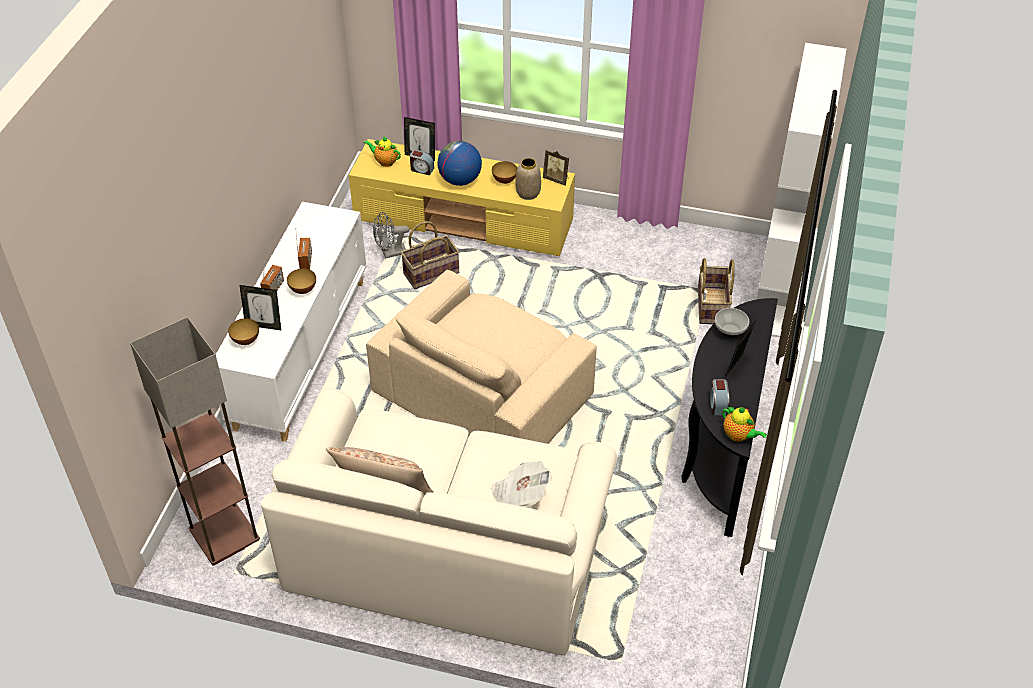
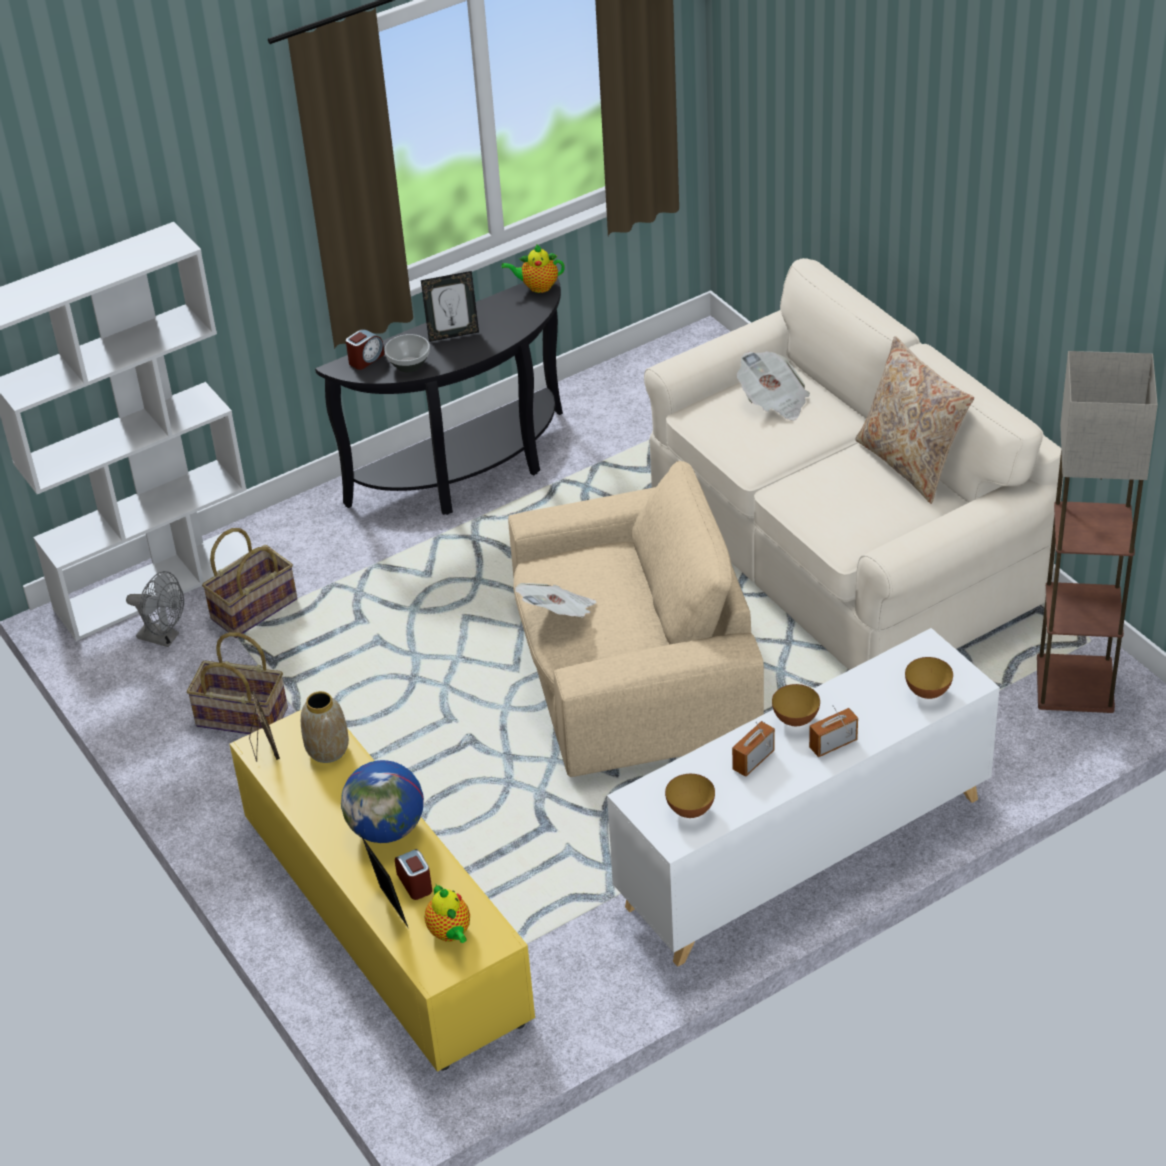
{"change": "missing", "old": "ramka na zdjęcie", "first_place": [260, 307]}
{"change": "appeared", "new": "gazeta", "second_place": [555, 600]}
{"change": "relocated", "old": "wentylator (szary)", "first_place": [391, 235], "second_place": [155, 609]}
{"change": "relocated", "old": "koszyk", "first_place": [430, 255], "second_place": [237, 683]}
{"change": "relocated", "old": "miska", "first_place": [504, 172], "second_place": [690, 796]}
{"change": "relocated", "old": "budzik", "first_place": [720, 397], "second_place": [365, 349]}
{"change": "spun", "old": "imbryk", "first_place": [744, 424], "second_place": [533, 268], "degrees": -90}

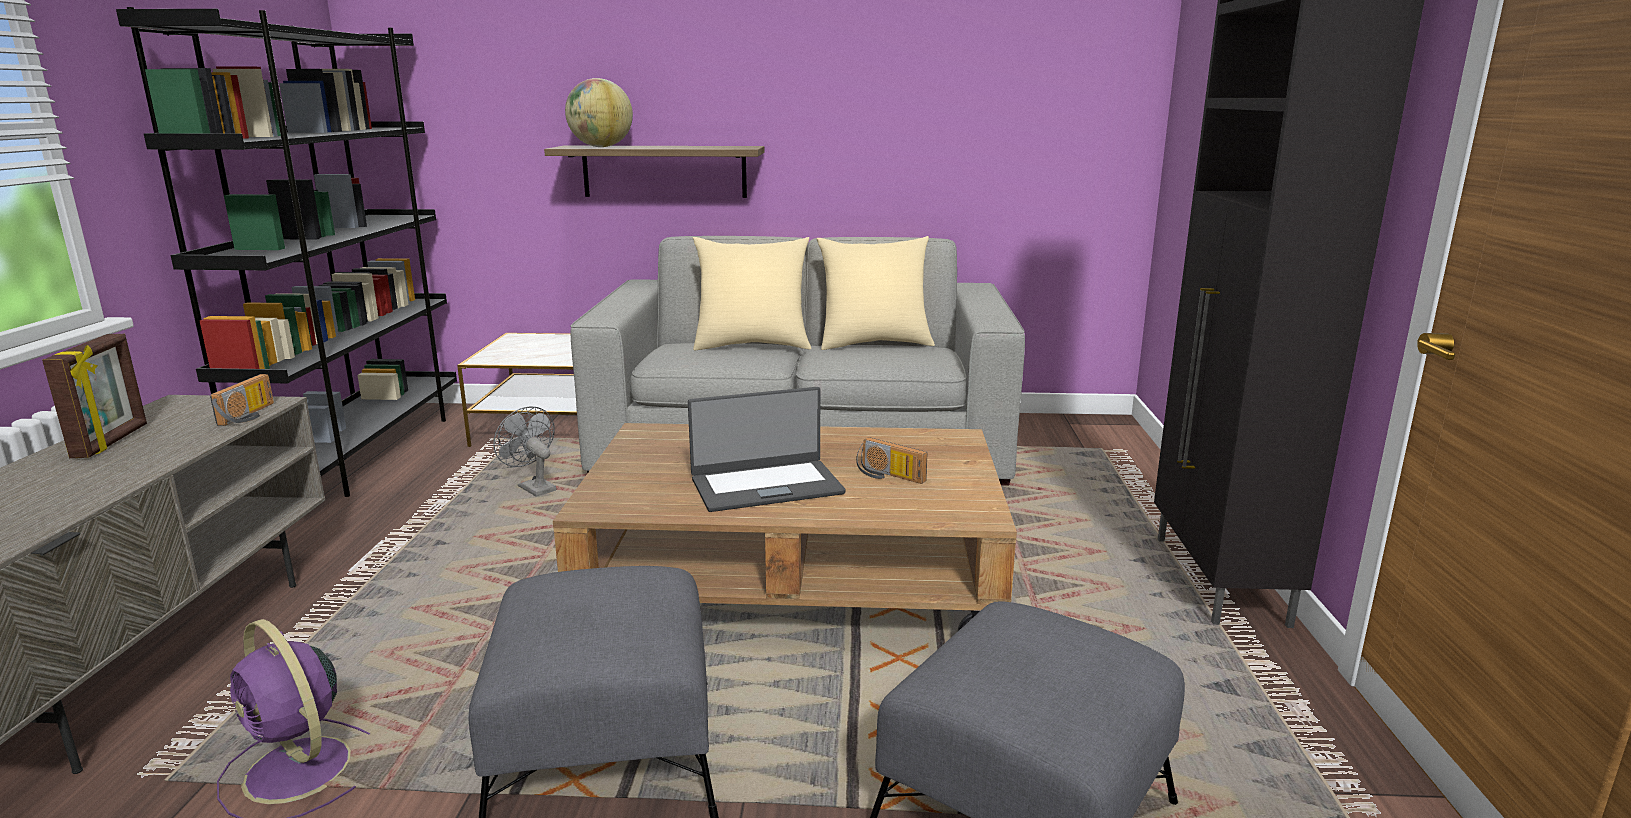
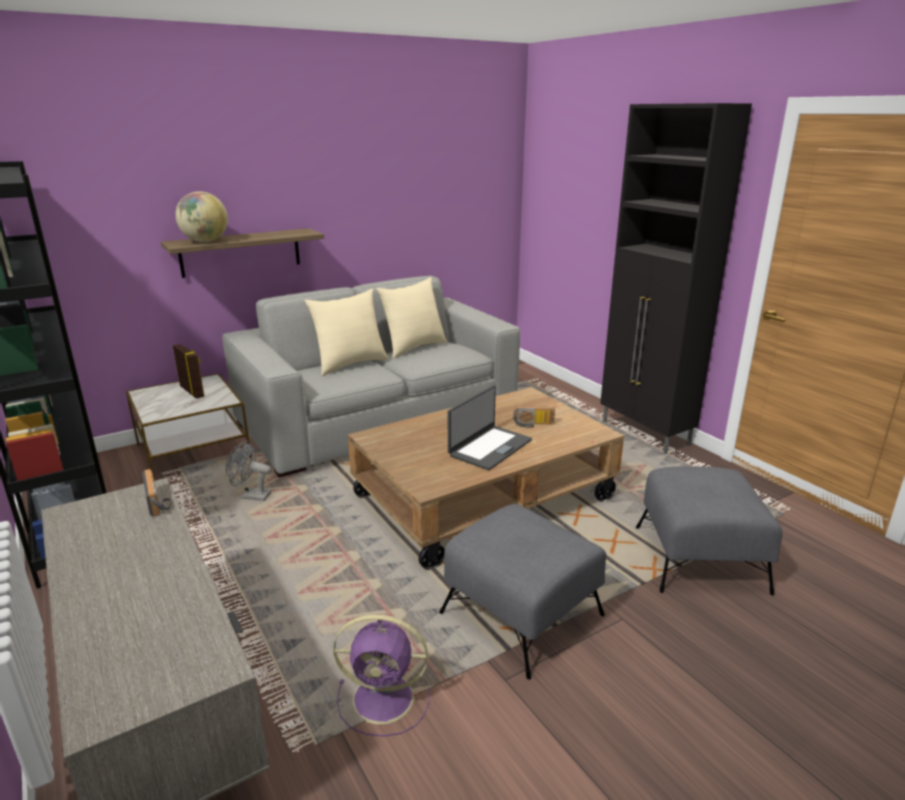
{"change": "relocated", "old": "ramka na zdjęcie", "first_place": [94, 396], "second_place": [188, 371]}

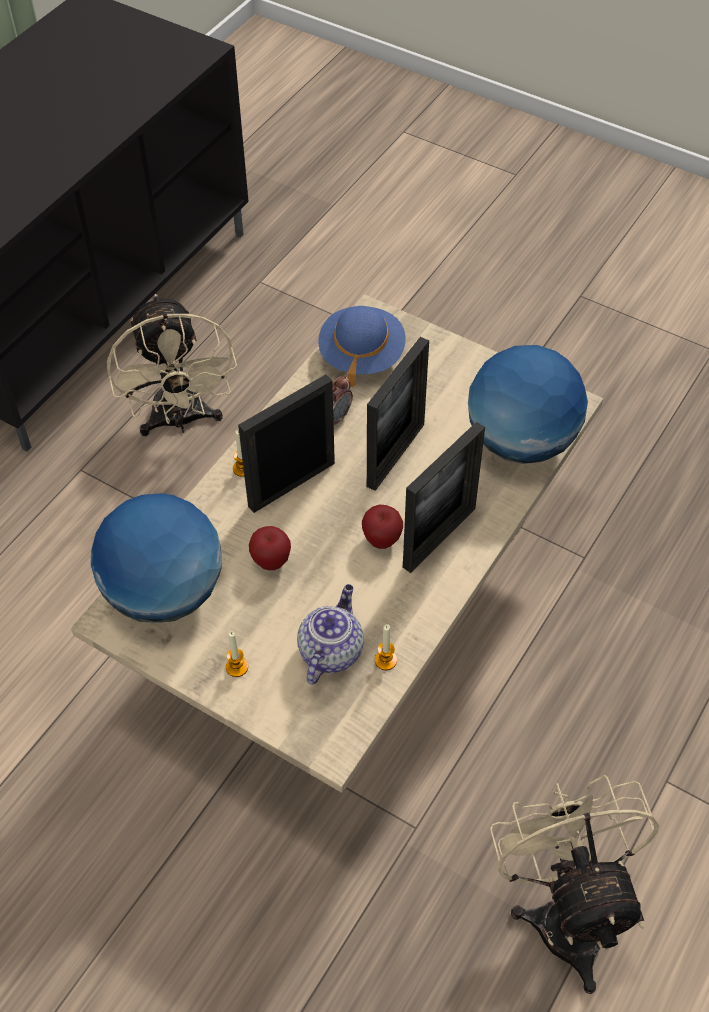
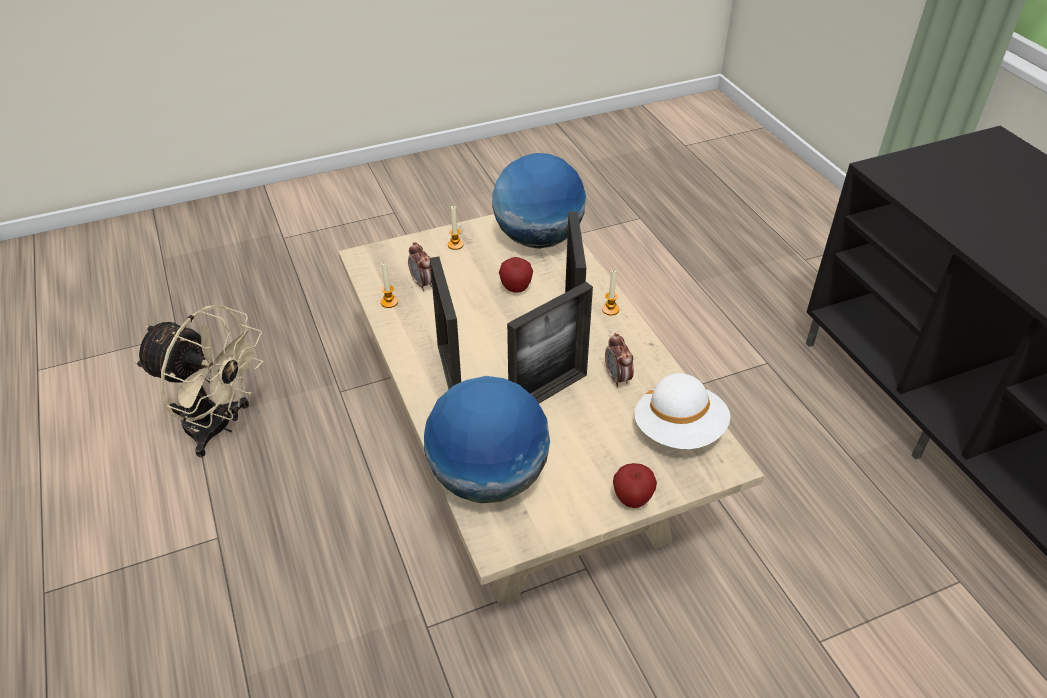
{"change": "missing", "old": "wentylator (beżowy)", "first_place": [172, 365]}
{"change": "relocated", "old": "jabłko", "first_place": [382, 527], "second_place": [635, 485]}
{"change": "exchanged", "old": "imbryk", "new": "budzik", "first_place": [330, 634], "second_place": [420, 266]}
{"change": "colour", "old": "kapelusz (niebieski)", "new": "kapelusz (biały)", "first_place": [362, 346], "second_place": [682, 411]}
{"change": "spun", "old": "ramka na zdjęcie", "first_place": [398, 414], "second_place": [550, 342], "degrees": -105}

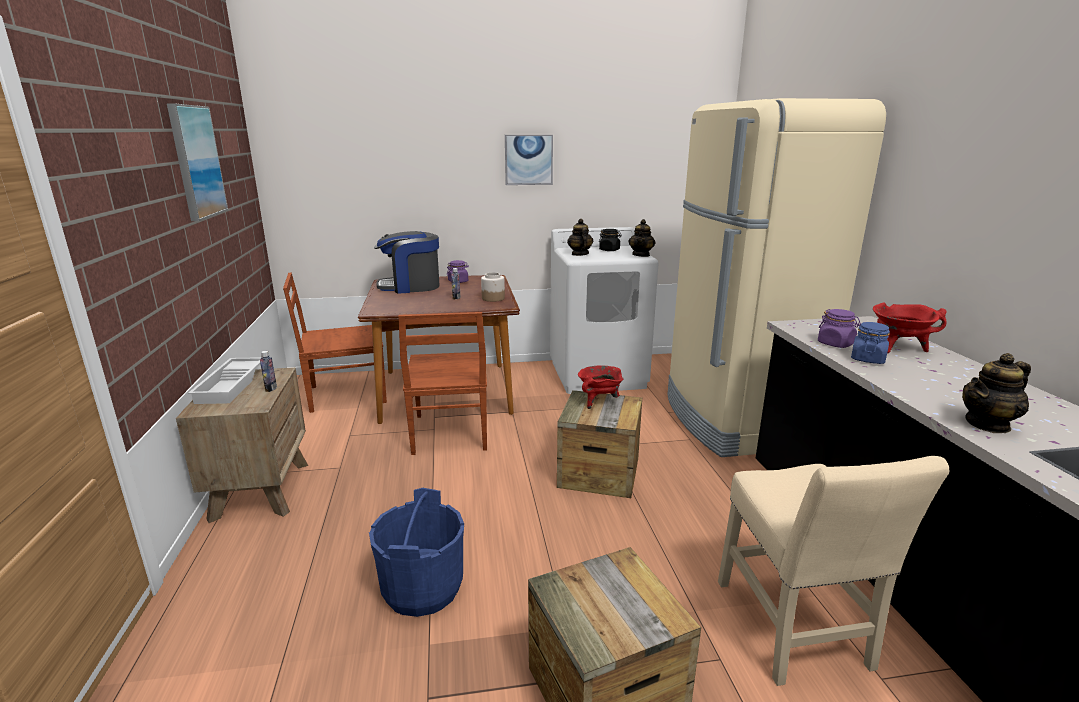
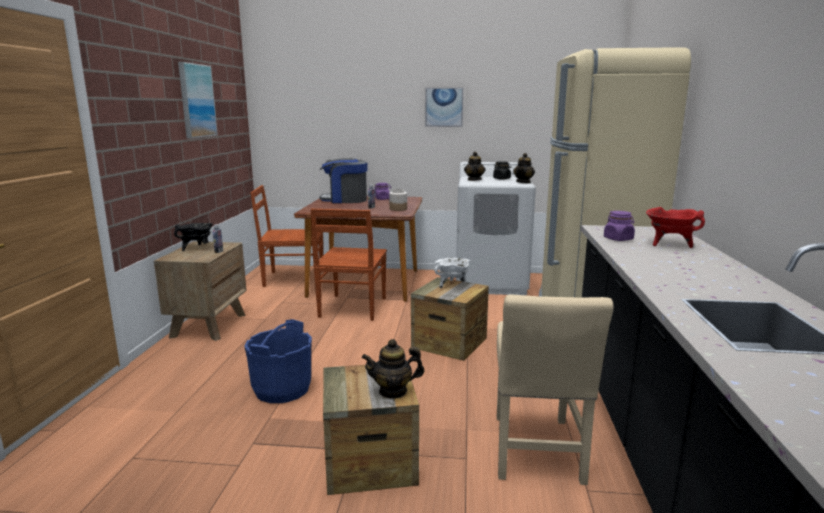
{"change": "missing", "old": "słoik (niebieski)", "first_place": [870, 343]}
{"change": "relocated", "old": "imbryk", "first_place": [996, 393], "second_place": [393, 369]}
{"change": "exchanged", "old": "taca (biały)", "new": "garnek (czarny)", "first_place": [225, 380], "second_place": [193, 237]}
{"change": "colour", "old": "garnek (czerwony)", "new": "garnek (biały)", "first_place": [601, 387], "second_place": [452, 273]}

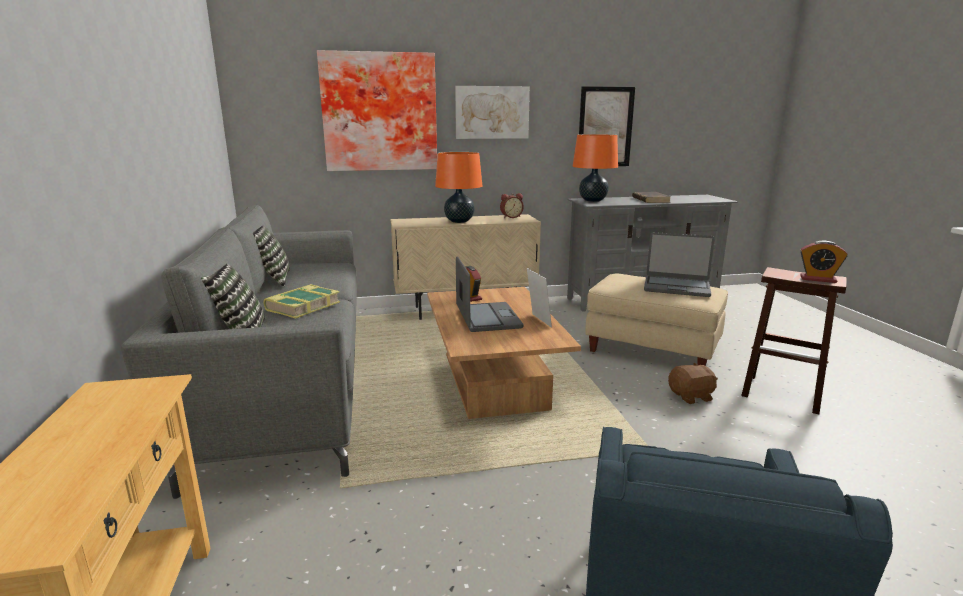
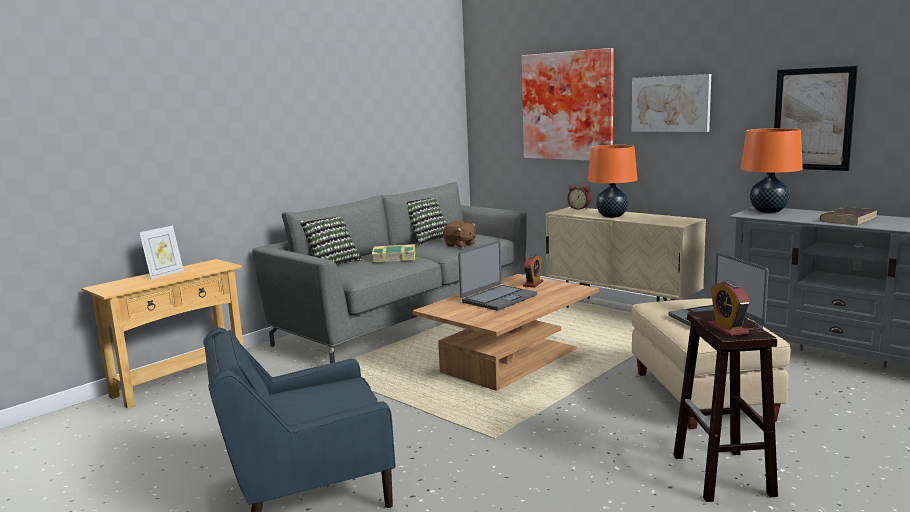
{"change": "relocated", "old": "budzik", "first_place": [512, 205], "second_place": [580, 197]}
{"change": "relocated", "old": "ramka na zdjęcie", "first_place": [539, 298], "second_place": [161, 252]}
{"change": "relocated", "old": "pluszak (brązowy)", "first_place": [693, 383], "second_place": [459, 234]}

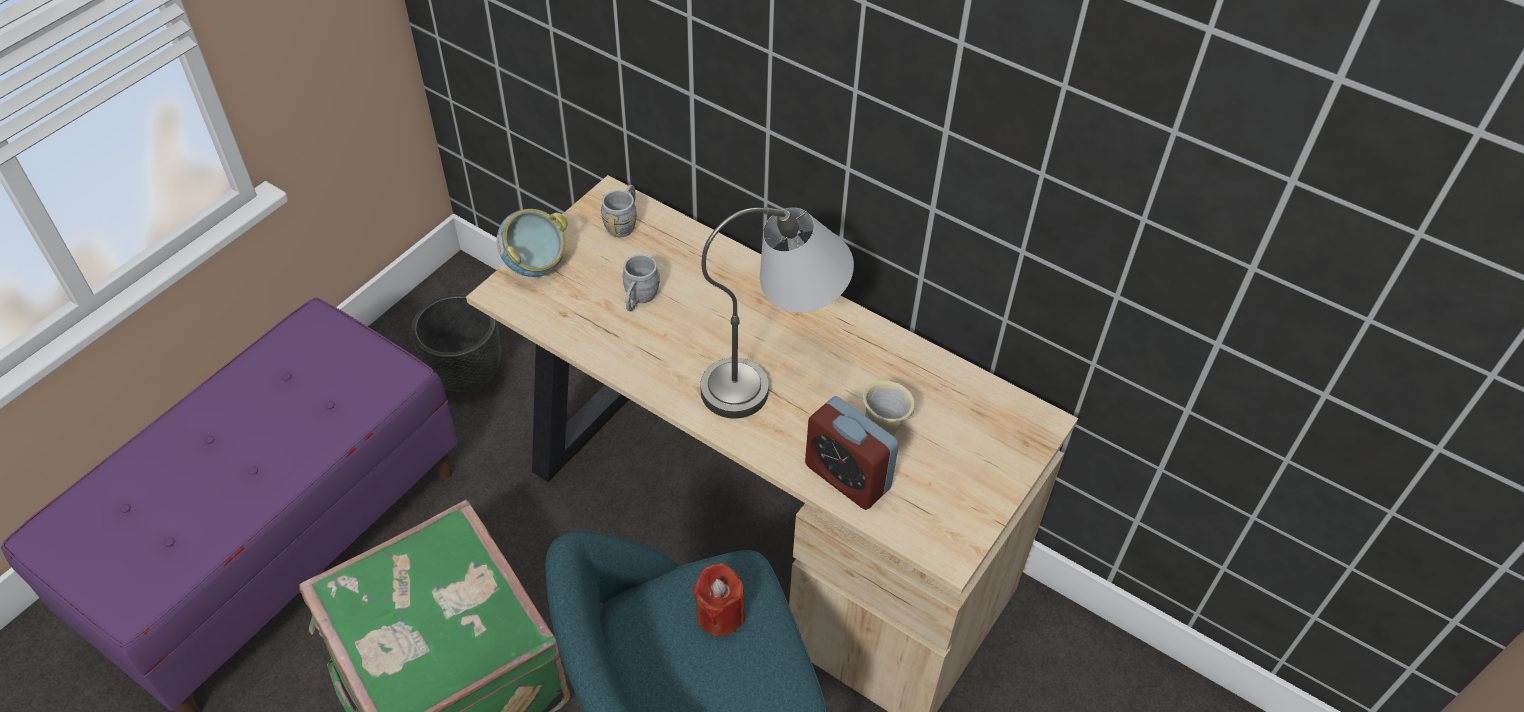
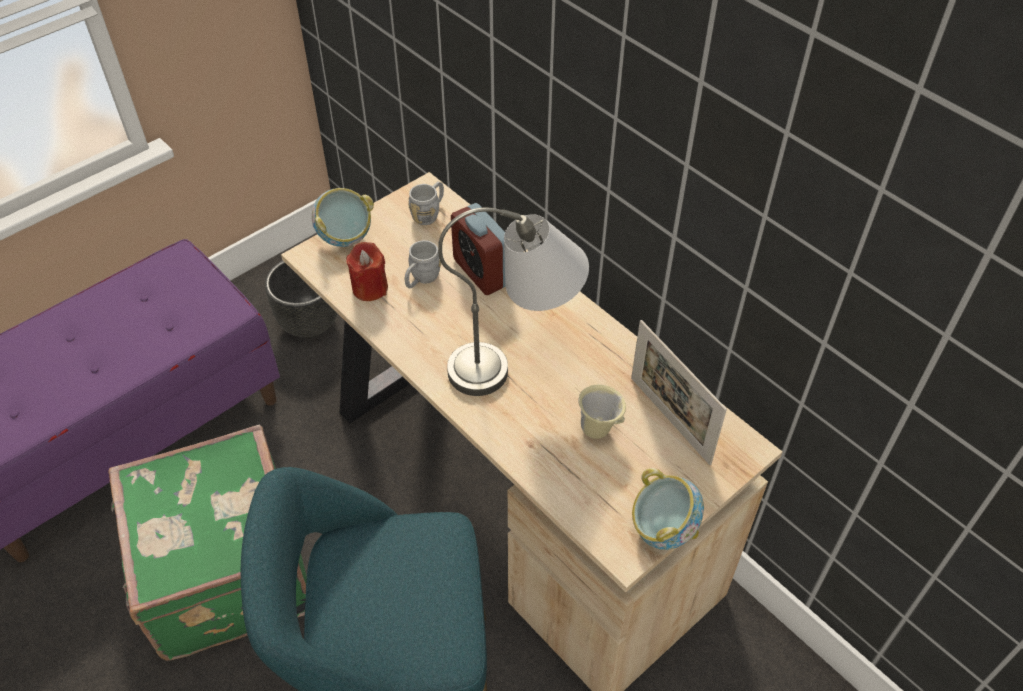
{"change": "appeared", "new": "ramka na zdjęcie", "second_place": [679, 392]}
{"change": "appeared", "new": "miska", "second_place": [668, 509]}
{"change": "relocated", "old": "świeca (czerwony)", "first_place": [719, 599], "second_place": [367, 271]}
{"change": "relocated", "old": "budzik", "first_place": [852, 453], "second_place": [478, 249]}

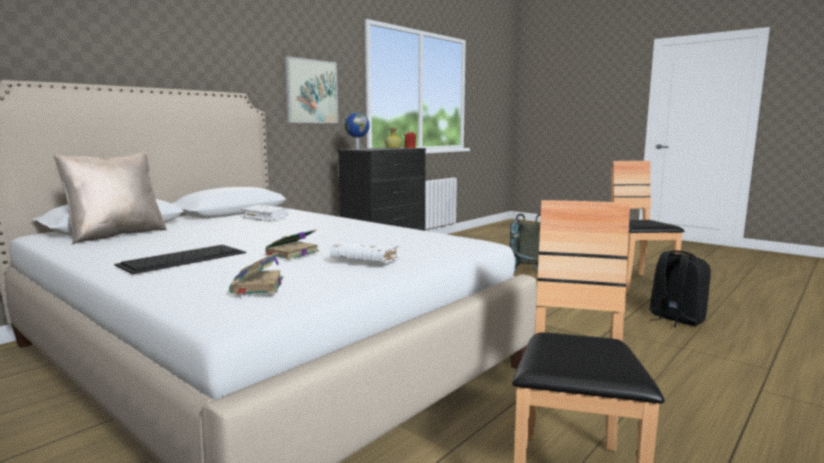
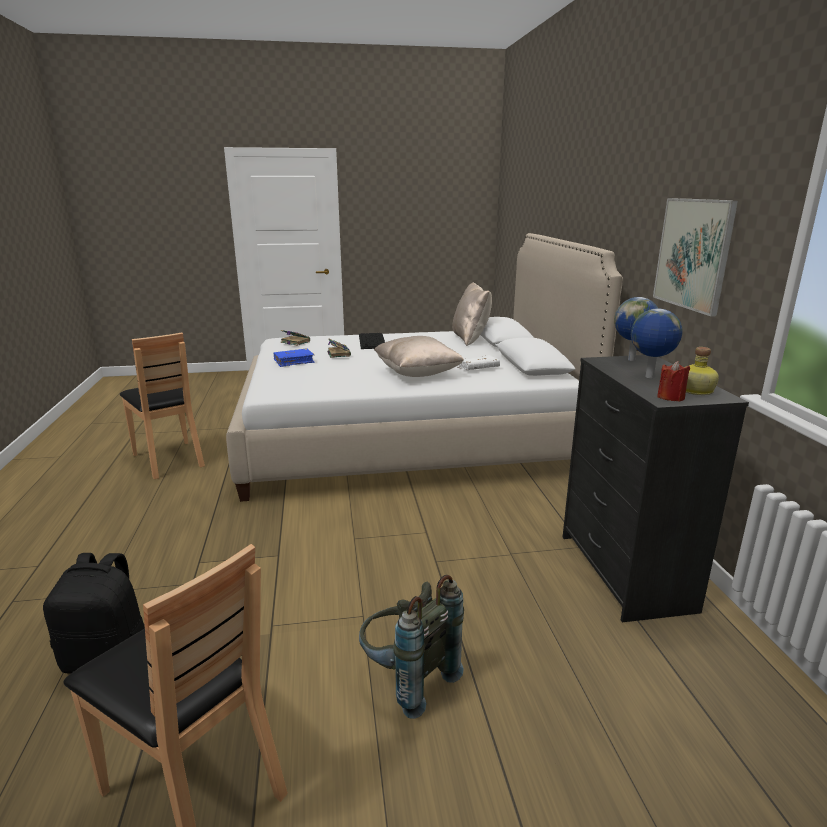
{"change": "appeared", "new": "poduszka (beżowy)", "second_place": [419, 356]}
{"change": "appeared", "new": "globus", "second_place": [657, 343]}
{"change": "colour", "old": "książka (biały)", "new": "książka (niebieski)", "first_place": [365, 252], "second_place": [294, 357]}

